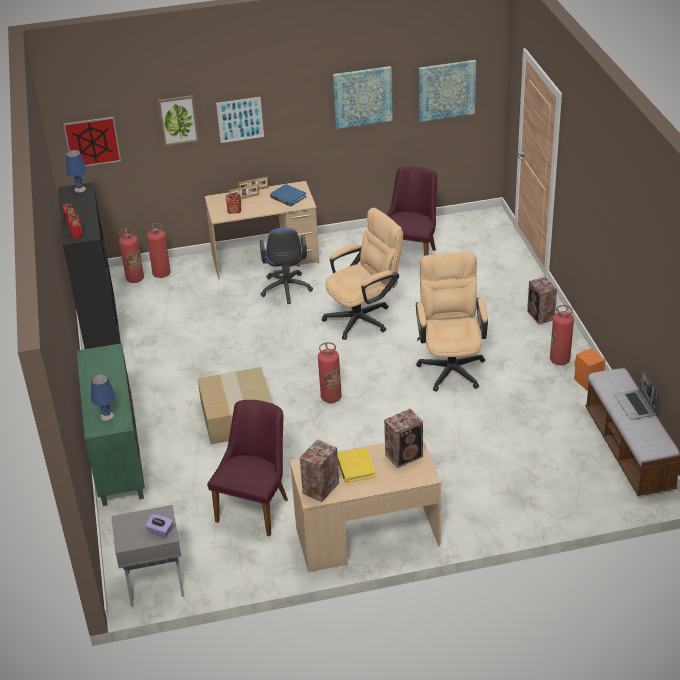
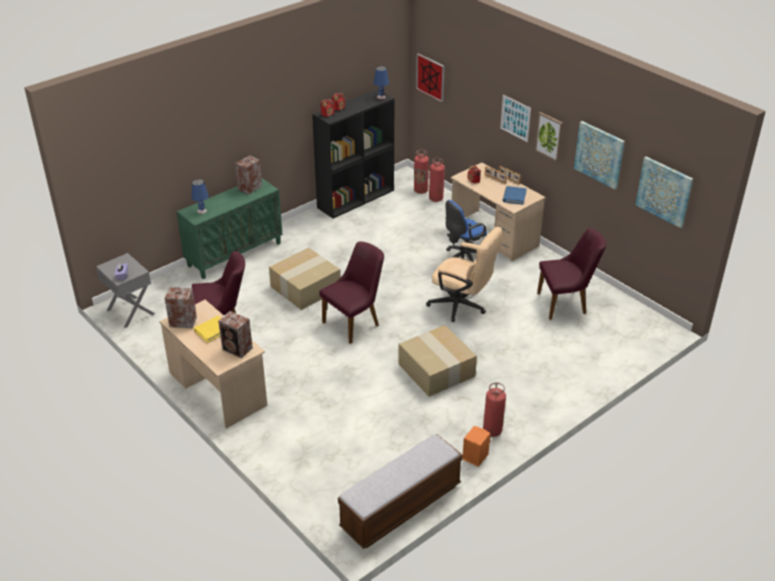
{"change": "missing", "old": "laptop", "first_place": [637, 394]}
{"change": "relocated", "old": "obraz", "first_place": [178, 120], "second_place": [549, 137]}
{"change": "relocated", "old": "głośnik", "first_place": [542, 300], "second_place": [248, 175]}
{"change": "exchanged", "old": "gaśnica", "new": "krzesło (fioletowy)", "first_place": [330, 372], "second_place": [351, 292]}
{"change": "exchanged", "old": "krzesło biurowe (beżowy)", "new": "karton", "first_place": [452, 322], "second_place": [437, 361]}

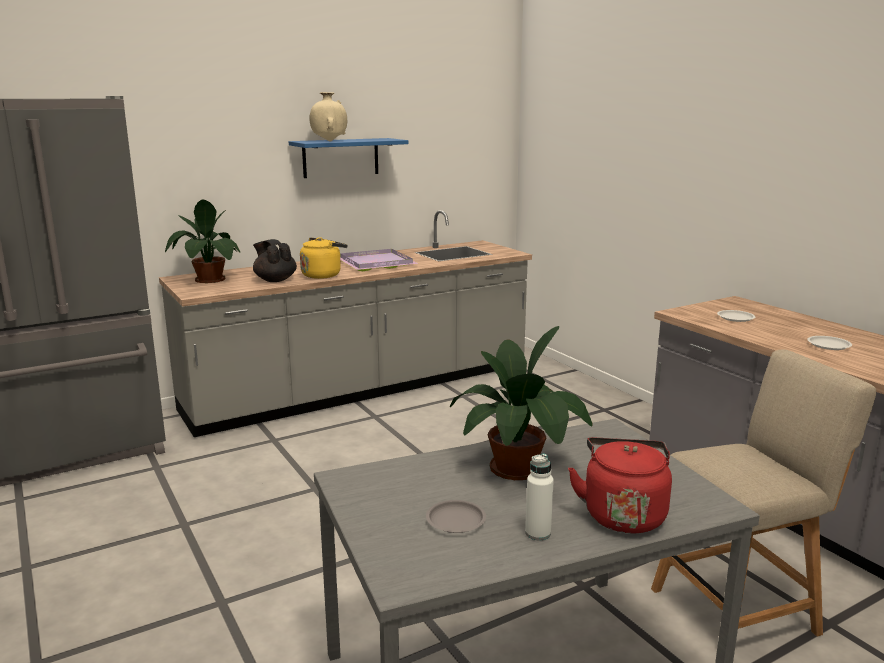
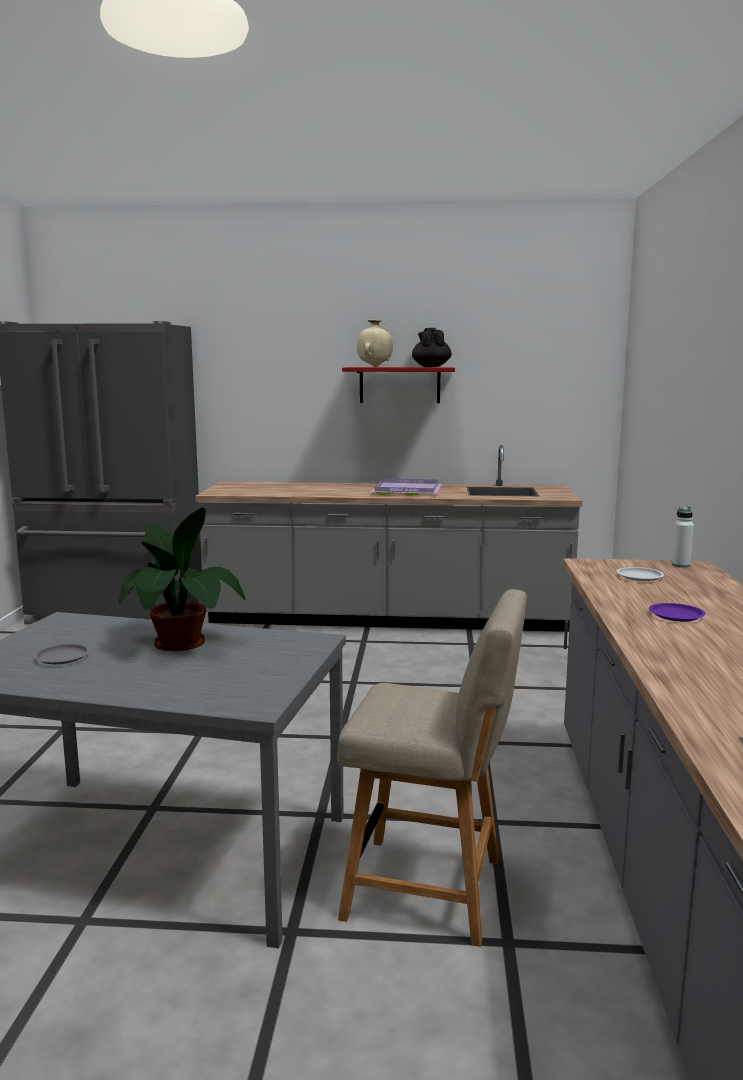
{"change": "missing", "old": "roślina doniczkowa", "first_place": [202, 241]}
{"change": "missing", "old": "czajnik (żółty)", "first_place": [324, 258]}
{"change": "missing", "old": "czajnik (czerwony)", "first_place": [620, 485]}
{"change": "relocated", "old": "imbryk (czarny)", "first_place": [275, 260], "second_place": [432, 347]}
{"change": "relocated", "old": "butelka (biały)", "first_place": [539, 497], "second_place": [683, 537]}
{"change": "colour", "old": "półka (niebieski)", "new": "półka (czerwony)", "first_place": [348, 158], "second_place": [398, 385]}
{"change": "colour", "old": "talerz (biały)", "new": "talerz (fioletowy)", "first_place": [829, 343], "second_place": [677, 612]}

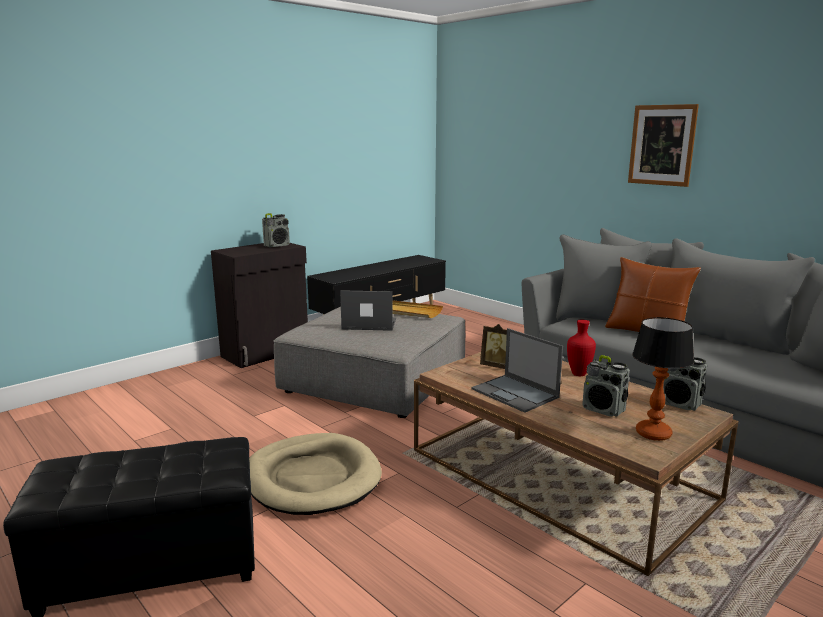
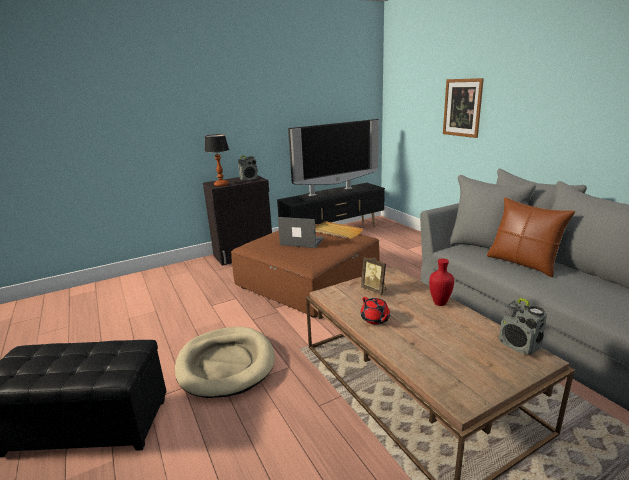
{"change": "missing", "old": "radio", "first_place": [606, 386]}
{"change": "appeared", "new": "telewizor", "second_place": [333, 160]}
{"change": "relocated", "old": "obraz", "first_place": [663, 145], "second_place": [463, 108]}
{"change": "relocated", "old": "lampa stołowa", "first_place": [663, 379], "second_place": [217, 160]}
{"change": "exchanged", "old": "laptop", "new": "imbryk (czerwony)", "first_place": [517, 370], "second_place": [376, 310]}
{"change": "colour", "old": "pufa (szary)", "new": "pufa (brązowy)", "first_place": [369, 362], "second_place": [305, 270]}

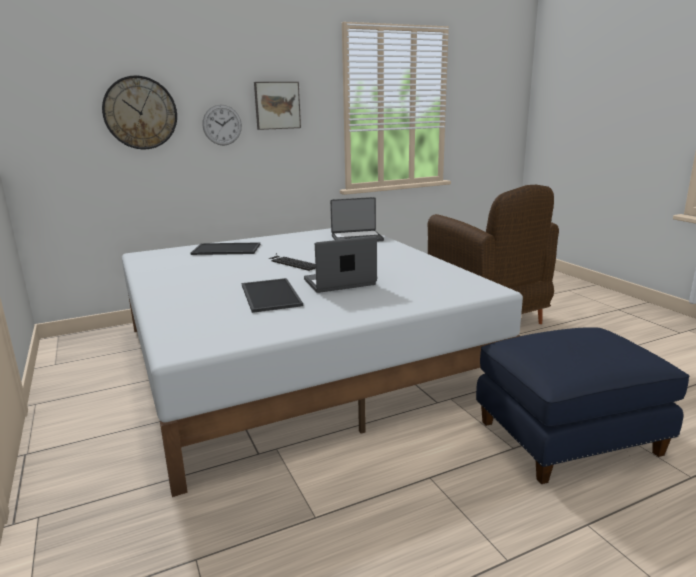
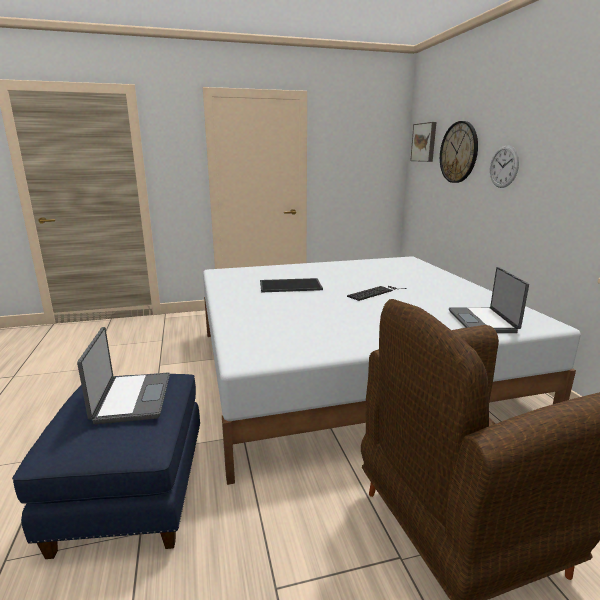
{"change": "missing", "old": "taca", "first_place": [225, 248]}
{"change": "relocated", "old": "obraz", "first_place": [277, 106], "second_place": [423, 142]}
{"change": "relocated", "old": "laptop", "first_place": [340, 264], "second_place": [123, 375]}

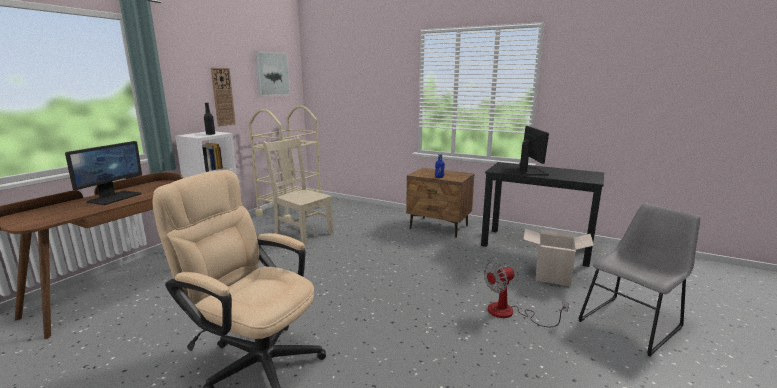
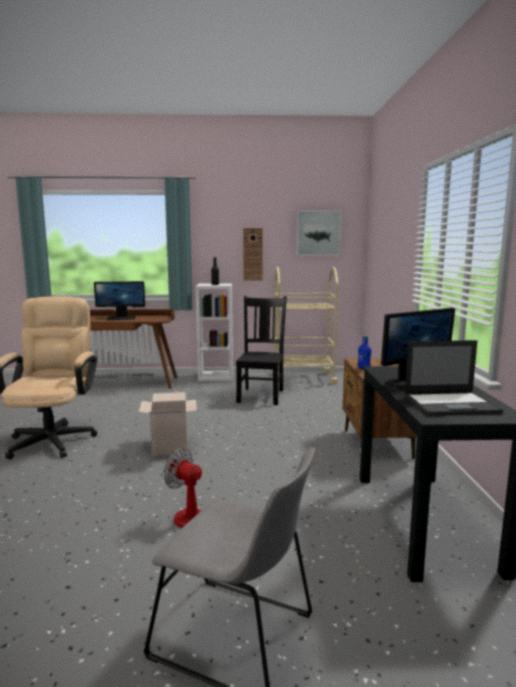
{"change": "appeared", "new": "laptop", "second_place": [454, 378]}
{"change": "relocated", "old": "karton", "first_place": [558, 257], "second_place": [168, 424]}
{"change": "colour", "old": "krzesło (beżowy)", "new": "krzesło (czarny)", "first_place": [298, 190], "second_place": [261, 350]}

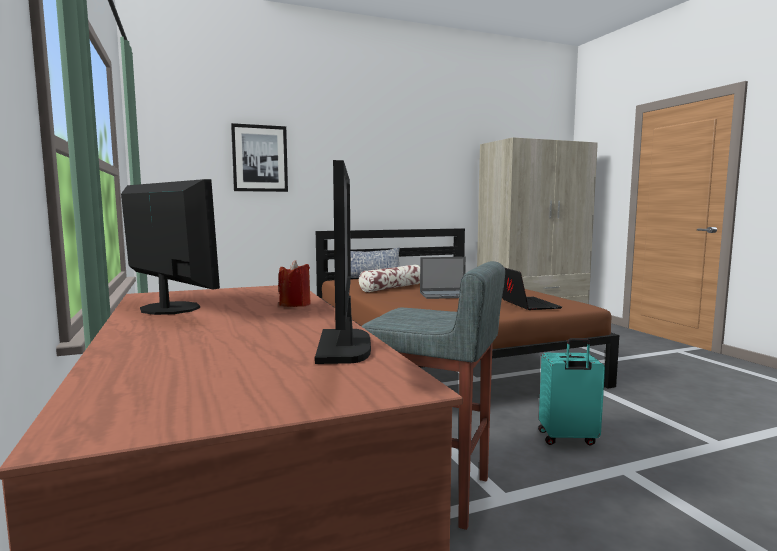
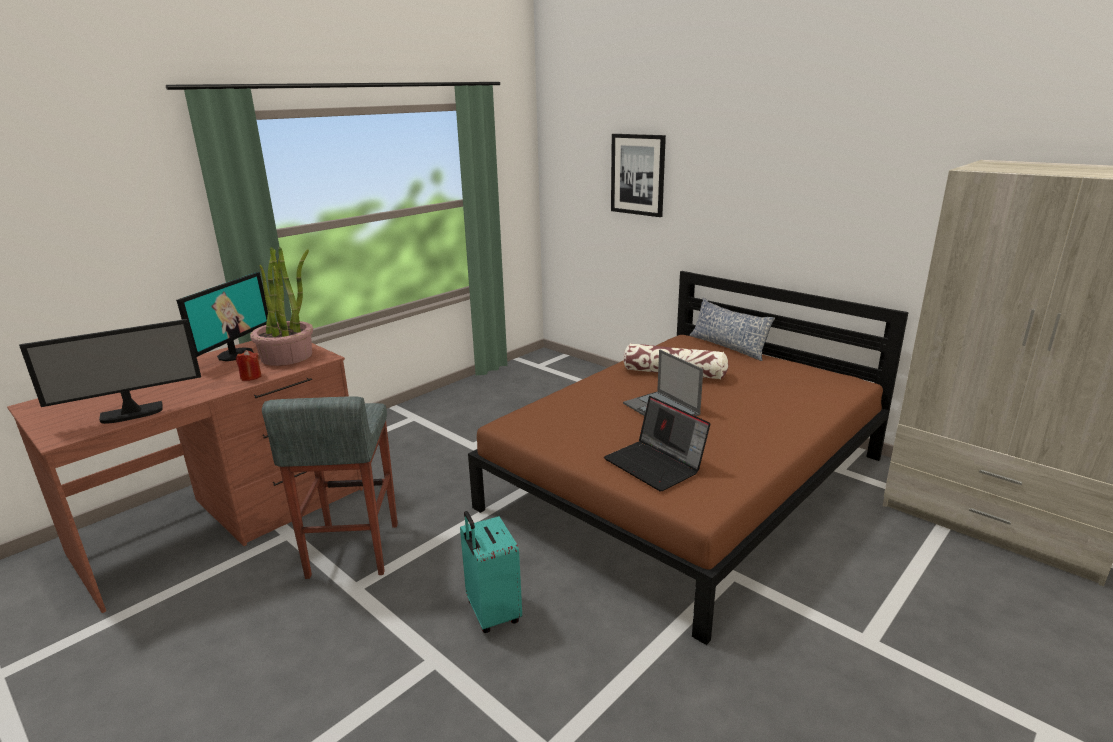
{"change": "appeared", "new": "roślina doniczkowa", "second_place": [281, 306]}
{"change": "spun", "old": "laptop", "first_place": [532, 289], "second_place": [657, 444], "degrees": 90}

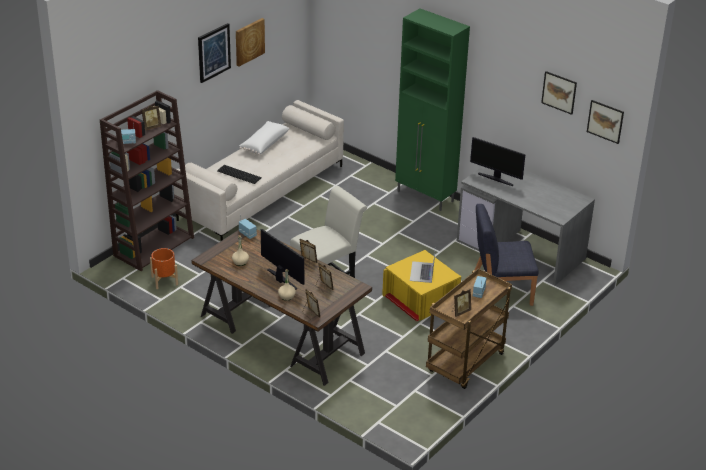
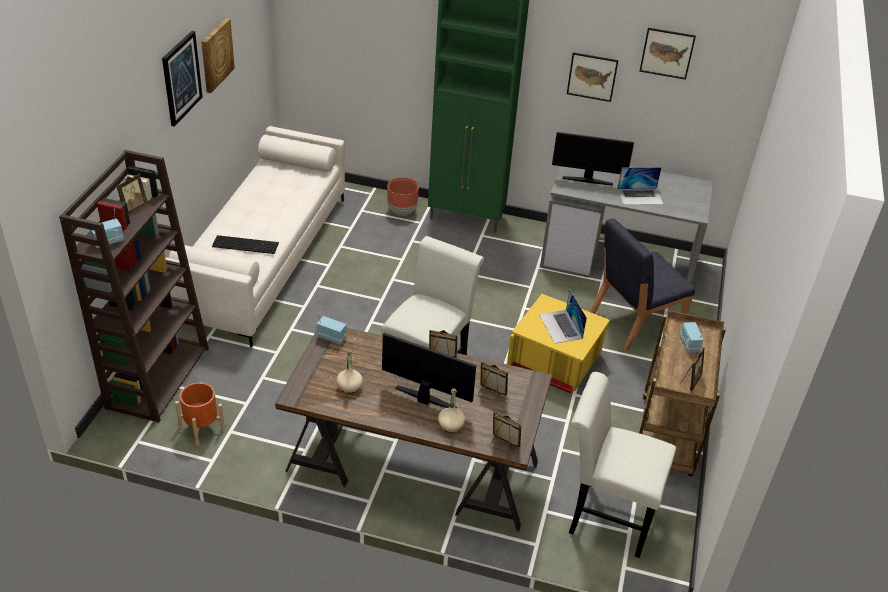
{"change": "missing", "old": "poduszka (biały)", "first_place": [264, 138]}
{"change": "appeared", "new": "donica (brązowy)", "second_place": [403, 196]}
{"change": "appeared", "new": "krzesło (biały)", "second_place": [622, 465]}
{"change": "appeared", "new": "laptop", "second_place": [640, 186]}
{"change": "relocated", "old": "obraz", "first_place": [605, 122], "second_place": [592, 77]}

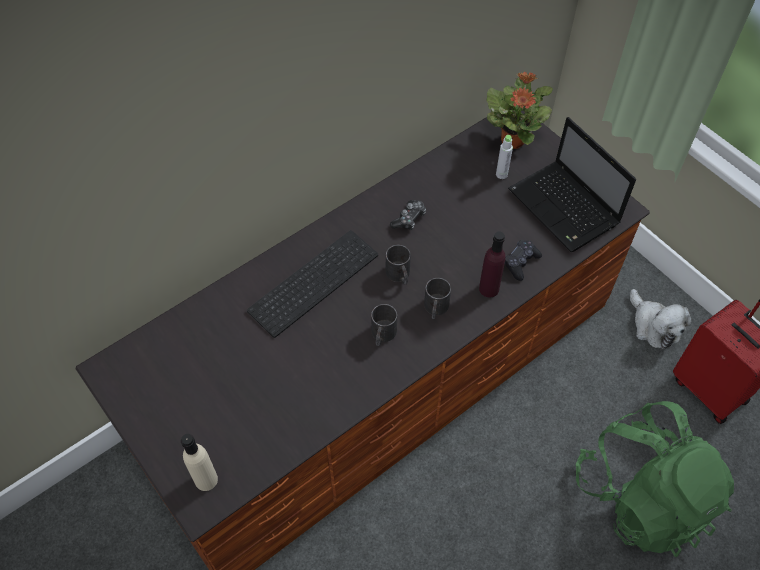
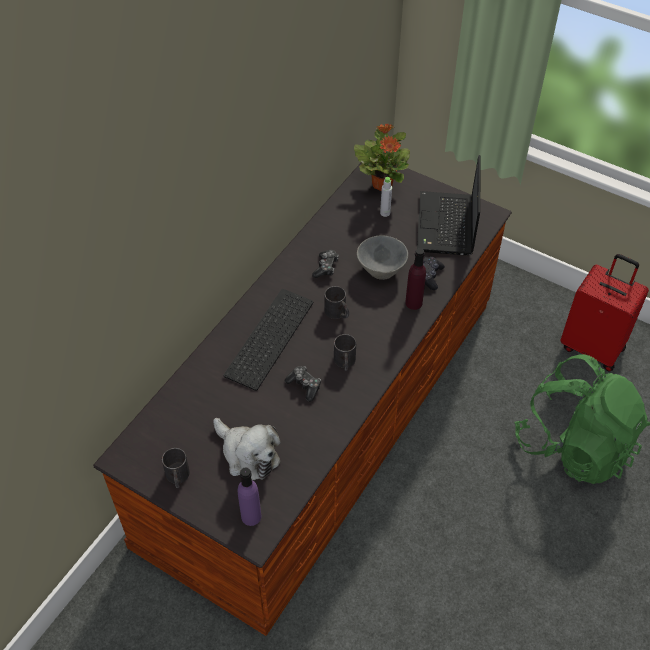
{"change": "appeared", "new": "pad do gier", "second_place": [303, 384]}
{"change": "appeared", "new": "miska (szary)", "second_place": [382, 257]}
{"change": "relocated", "old": "kubek (czarny)", "first_place": [437, 298], "second_place": [176, 468]}
{"change": "relocated", "old": "pluszak", "first_place": [660, 319], "second_place": [247, 449]}
{"change": "colour", "old": "butelka (beżowy)", "new": "butelka (fioletowy)", "first_place": [199, 462], "second_place": [249, 496]}
{"change": "spun", "old": "laptop", "first_place": [572, 184], "second_place": [448, 205], "degrees": 60}

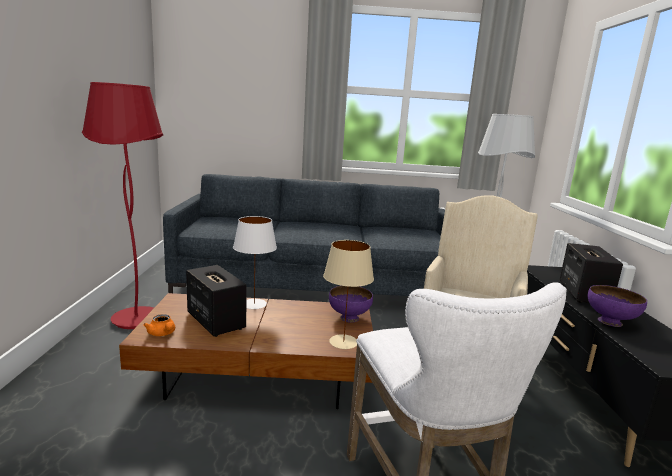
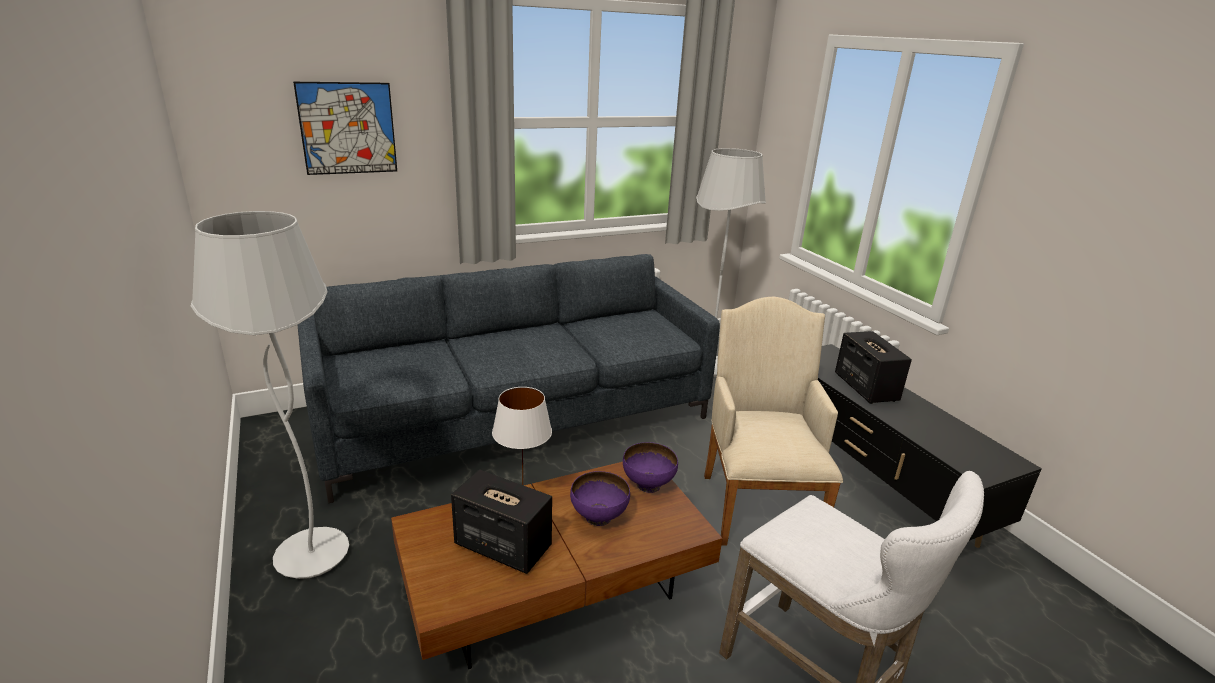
{"change": "missing", "old": "imbryk (pomarańczowy)", "first_place": [159, 325]}
{"change": "missing", "old": "lampa stołowa (beżowy)", "first_place": [348, 294]}
{"change": "appeared", "new": "obraz", "second_place": [345, 128]}
{"change": "relocated", "old": "miska (fioletowy)", "first_place": [617, 306], "second_place": [600, 498]}
{"change": "colour", "old": "lampa stojąca (czerwony)", "new": "lampa stojąca (biały)", "first_place": [122, 205], "second_place": [270, 395]}

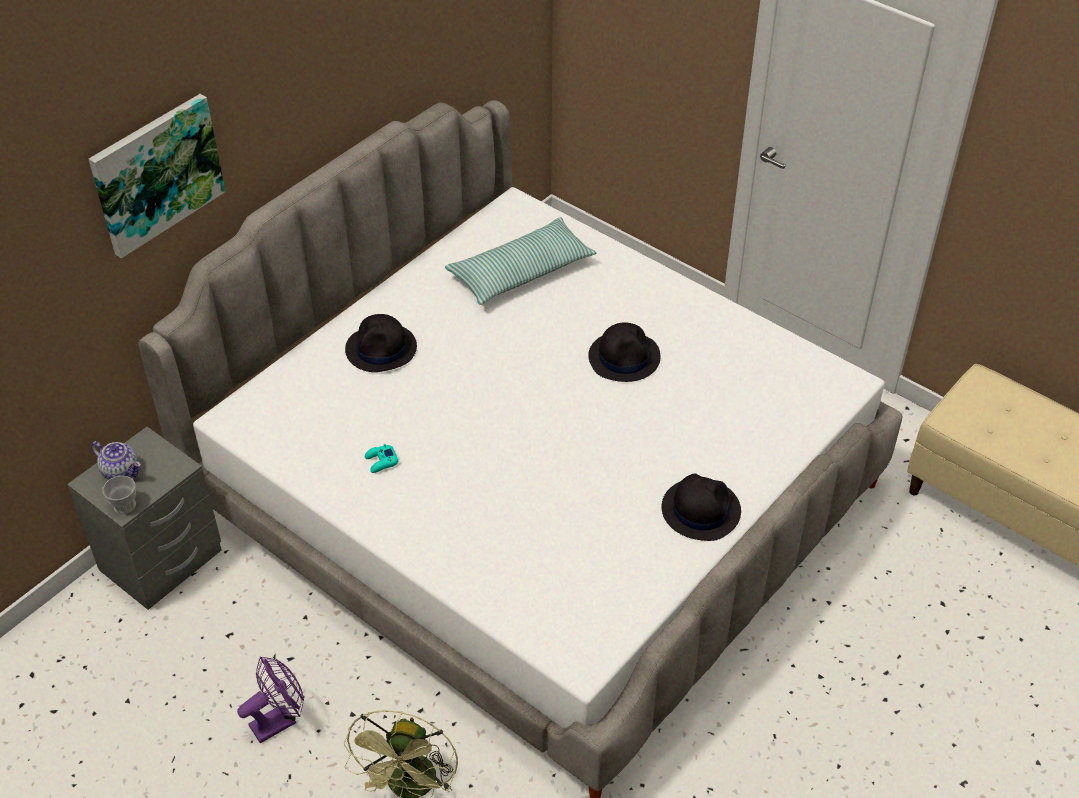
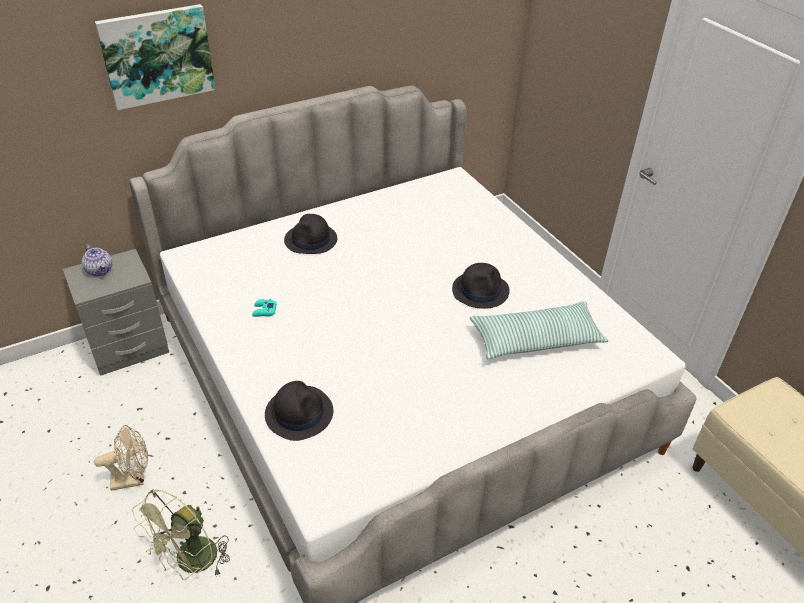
{"change": "missing", "old": "filiżanka", "first_place": [119, 494]}
{"change": "relocated", "old": "poduszka", "first_place": [520, 261], "second_place": [539, 330]}
{"change": "relocated", "old": "kapelusz (czarny)", "first_place": [701, 507], "second_place": [299, 411]}
{"change": "colour", "old": "wentylator (fioletowy)", "new": "wentylator (beżowy)", "first_place": [270, 699], "second_place": [121, 458]}

